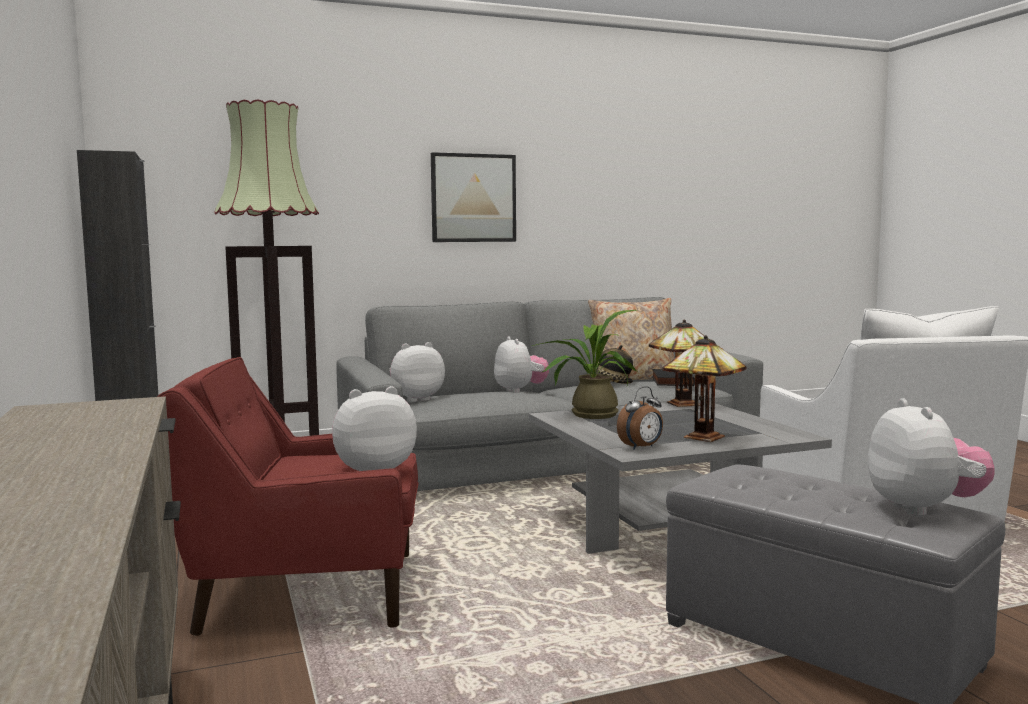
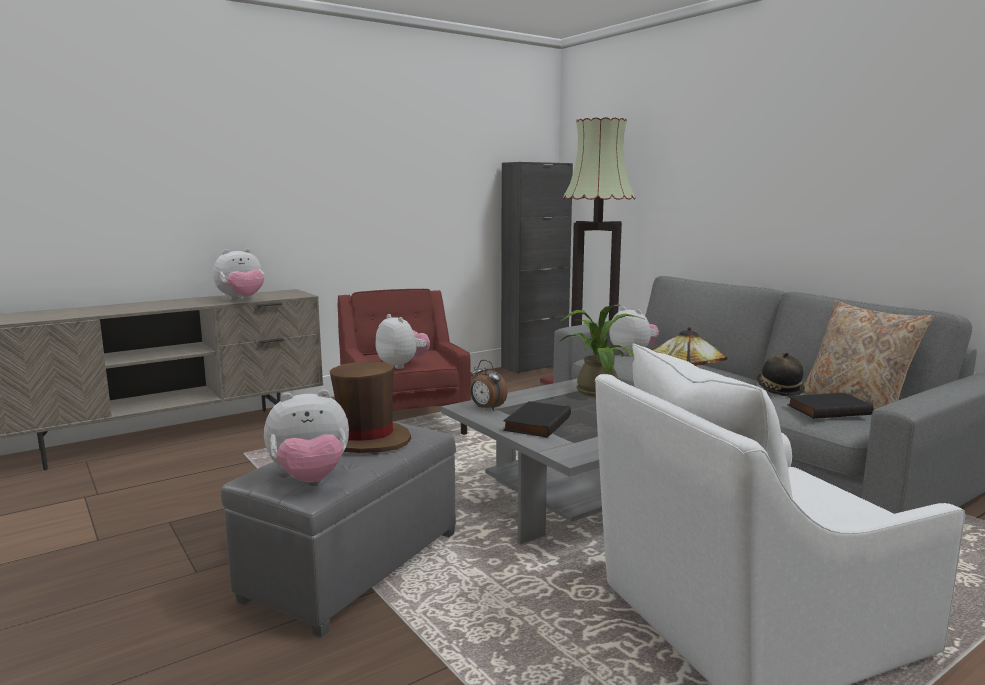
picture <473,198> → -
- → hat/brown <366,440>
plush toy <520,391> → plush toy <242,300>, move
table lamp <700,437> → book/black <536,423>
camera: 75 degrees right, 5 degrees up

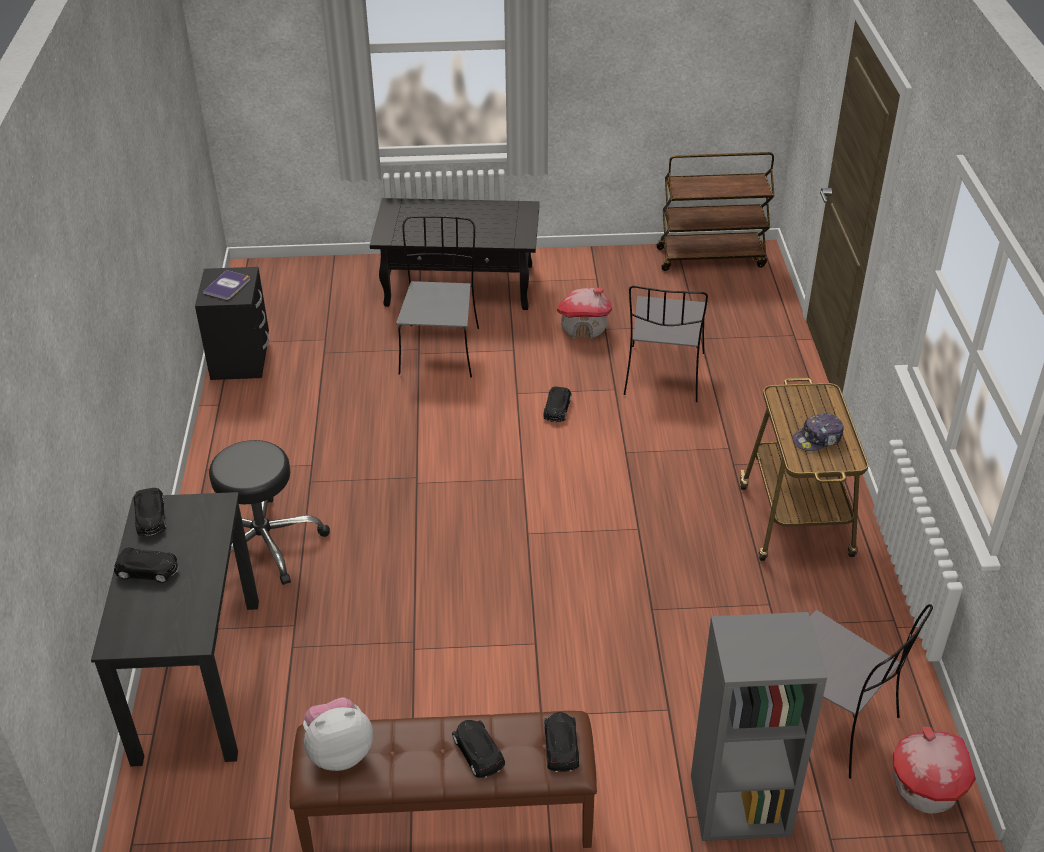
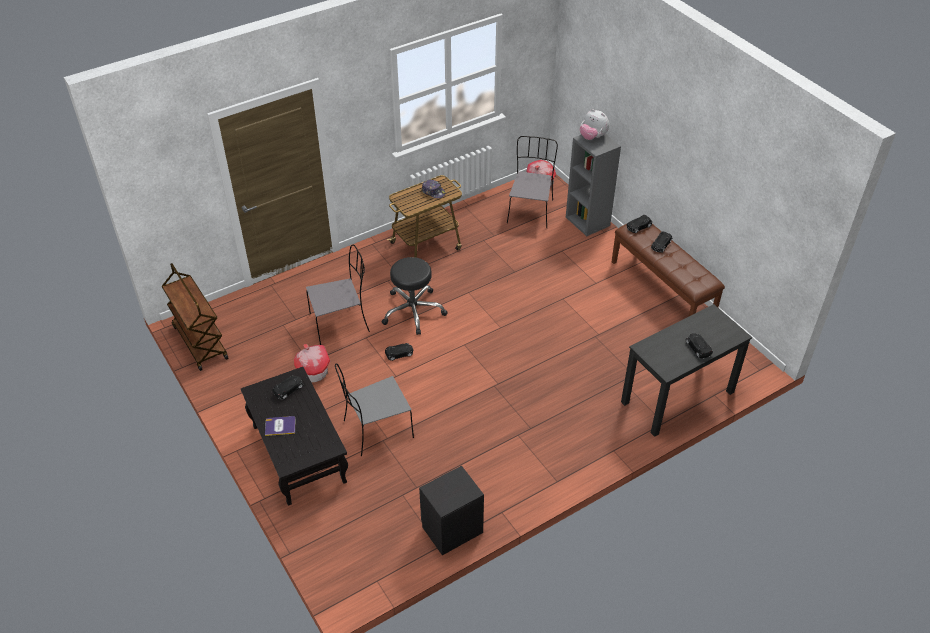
toy car/black <151,518> → toy car/black <288,389>, move
book <227,286> → book <280,426>, move
stool/black <262,543> → stool/black <413,311>, move
plush toy <339,752> → plush toy <592,137>, move
camera: 120 degrees left, 5 degrees up

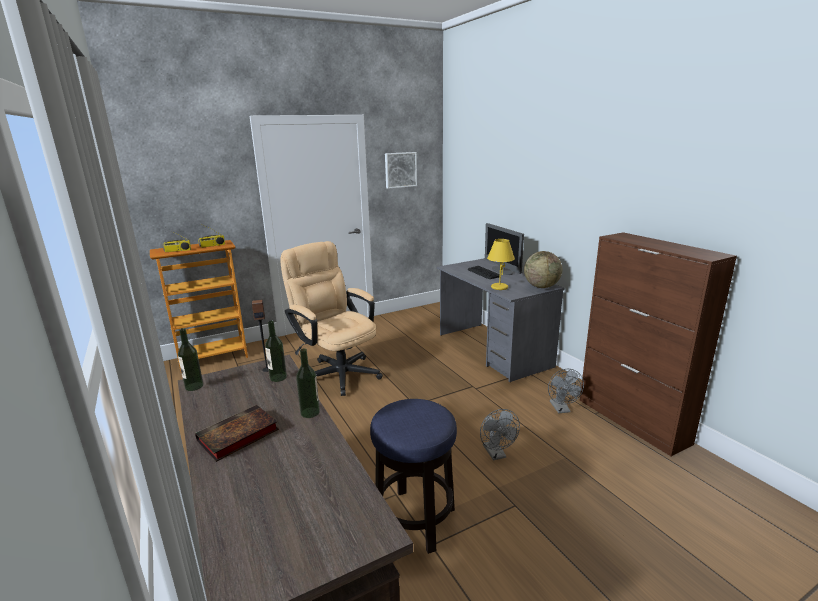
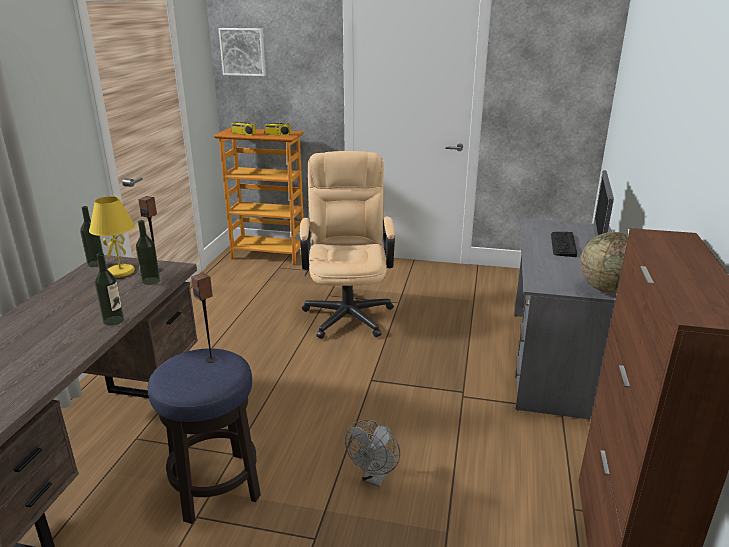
book <237,437> → -
fan/grey <561,409> → -
- → speaker <211,359>
picture <400,170> → picture <243,51>, move
table lamp/yellow <499,287> → table lamp/yellow <121,272>, move
camera: 40 degrees right, 5 degrees up

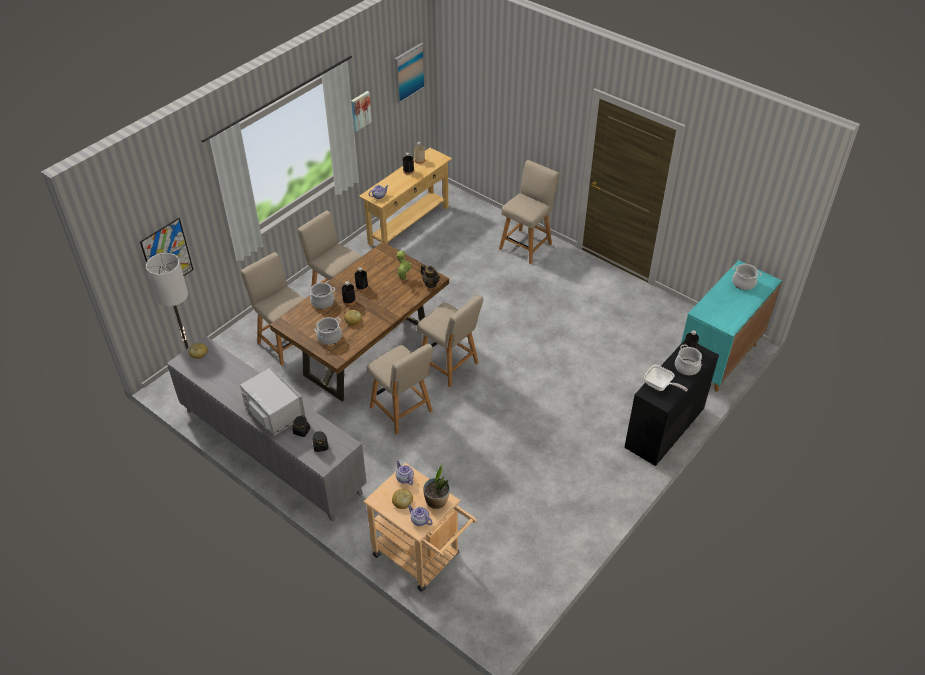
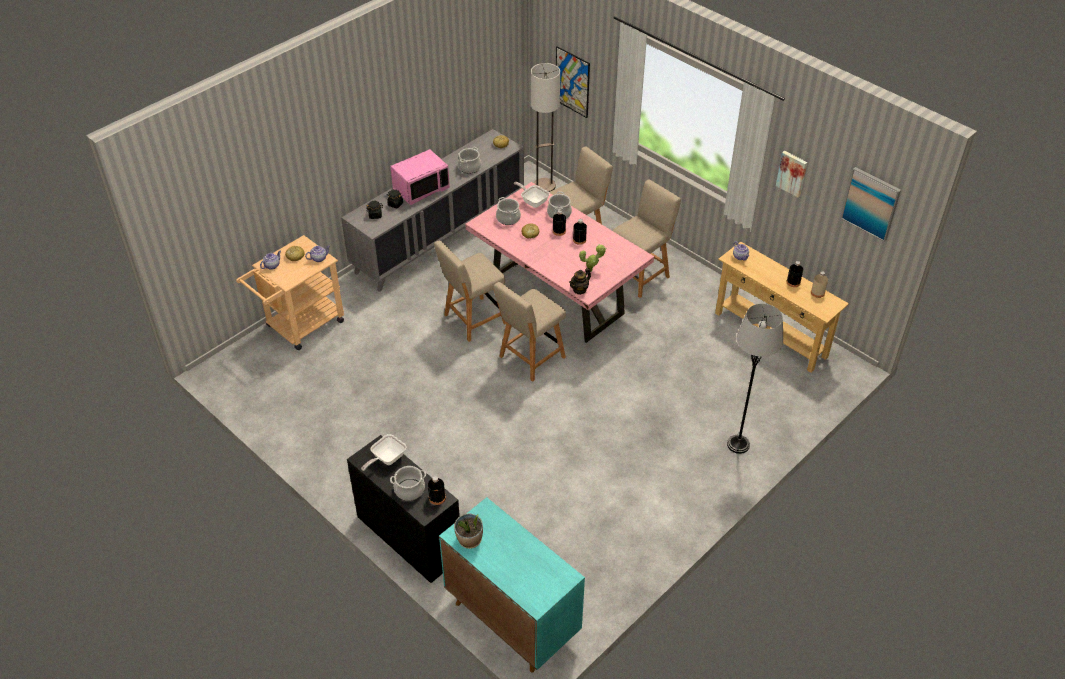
- → frying pan <533,201>
potted plant <437,501> → potted plant <469,540>, move
cooking pot <743,283> → cooking pot <469,167>, move
chair/beige <527,245> → floor lamp/grey <738,444>
microwave/grey <274,412> → microwave/pink <421,188>
dining table/brown <367,351> → dining table/pink <558,296>
camera: 95 degrees right, 0 degrees up

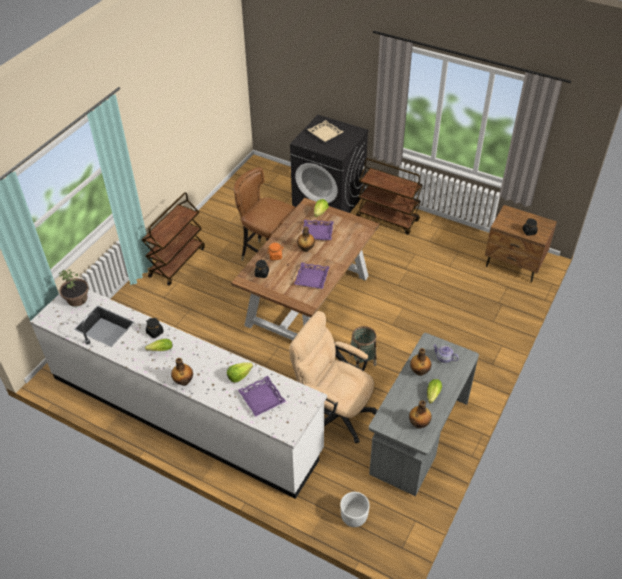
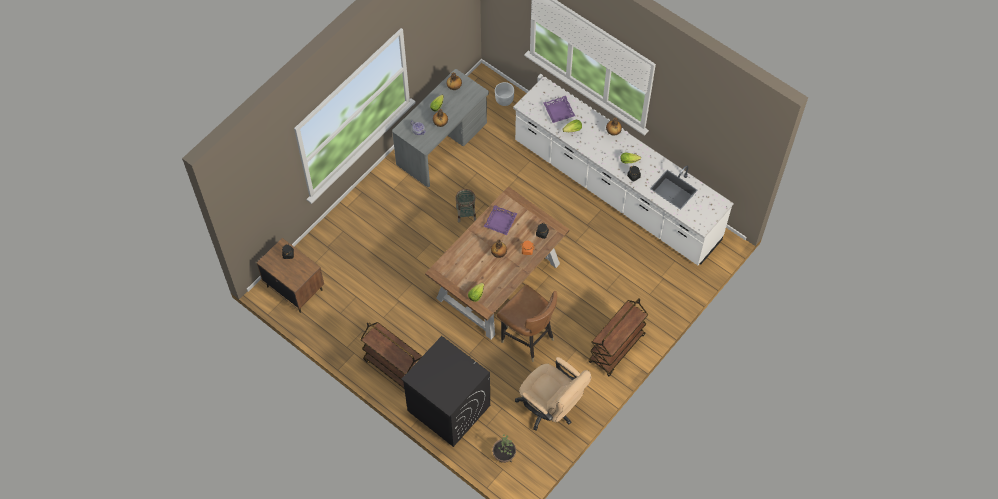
tray/purple <317,232> → -
tray/beige <325,133> → -
potted plant <77,299> → potted plant <503,454>, move
office chair/beige <333,411> → office chair/beige <551,408>, move
camera: 170 degrees left, 15 degrees up

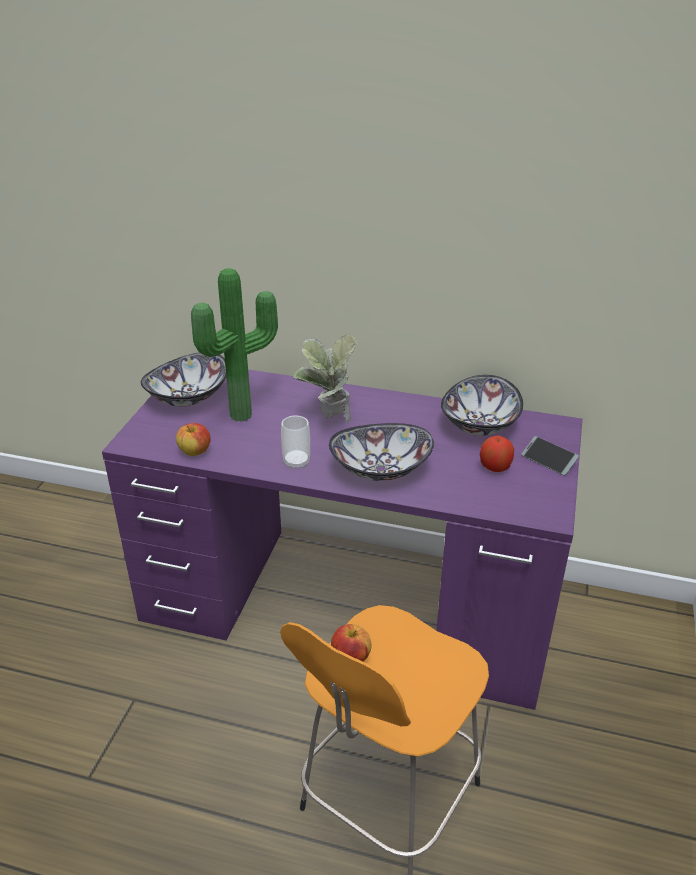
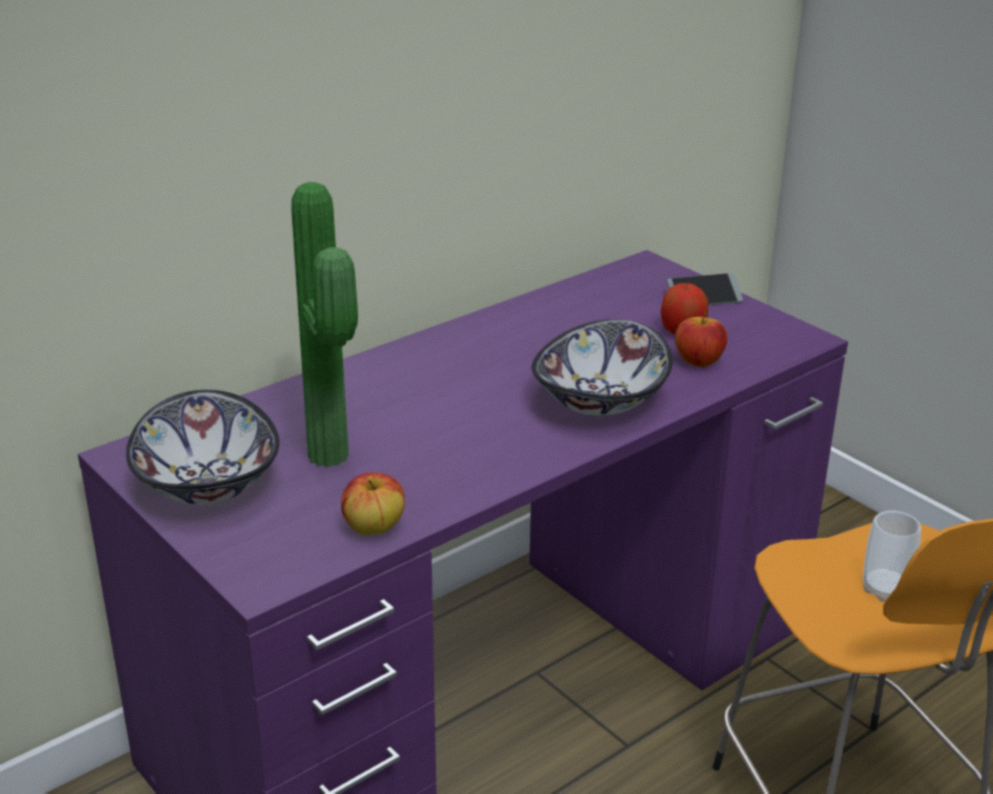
potted plant <328,420> → -
bowl <478,424> → -
cup <296,462> → cup <884,590>, move
apple <351,657> → apple <698,362>, move
camera: 55 degrees left, 5 degrees down

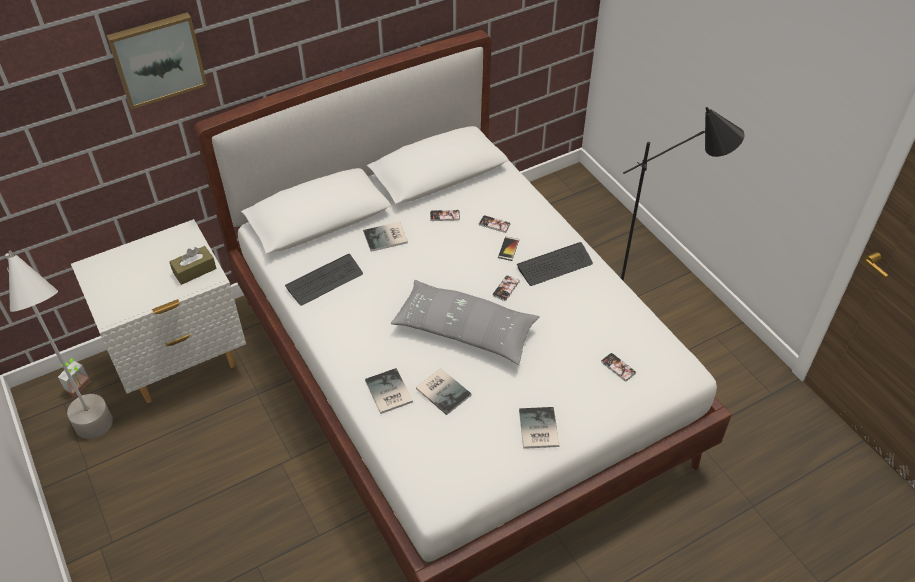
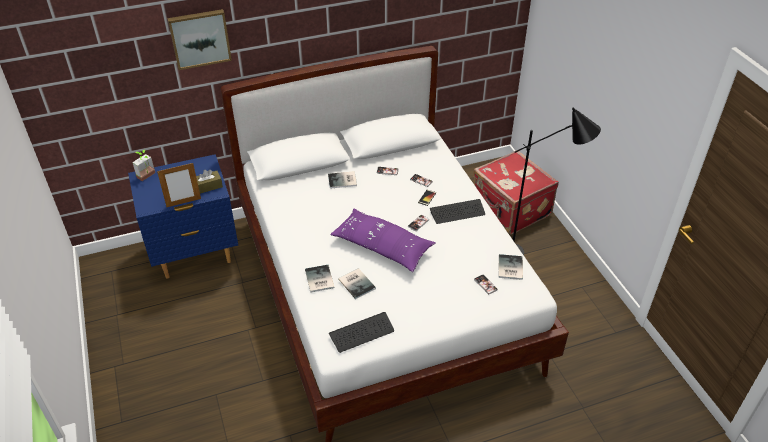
floor lamp/grey <106,444> → -
- → picture frame <183,202>
- → suitcase/red <510,209>
potted plant <82,388> → potted plant <148,176>, move
keyboard <324,281> → keyboard <362,333>, move
book <537,429> → book <509,268>, move
nightstand/white <181,362> → nightstand/blue <195,255>
pillow/grey <464,330> → pillow/purple <382,247>
camera: 10 degrees right, 5 degrees down

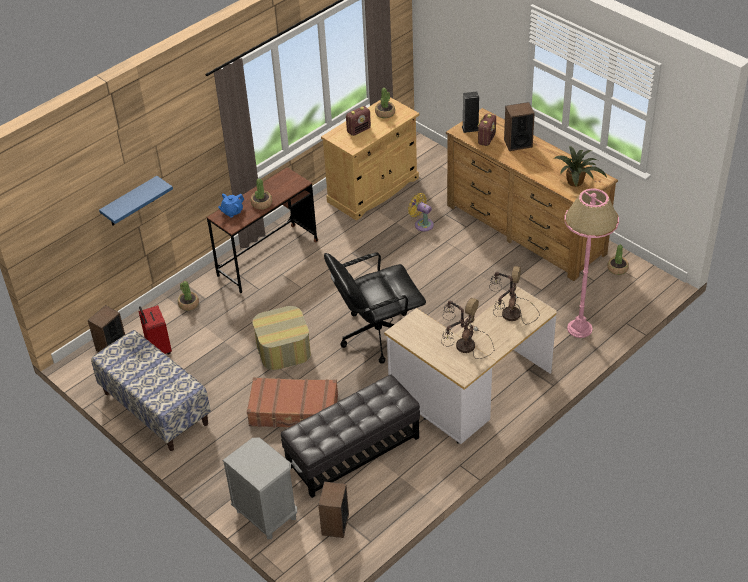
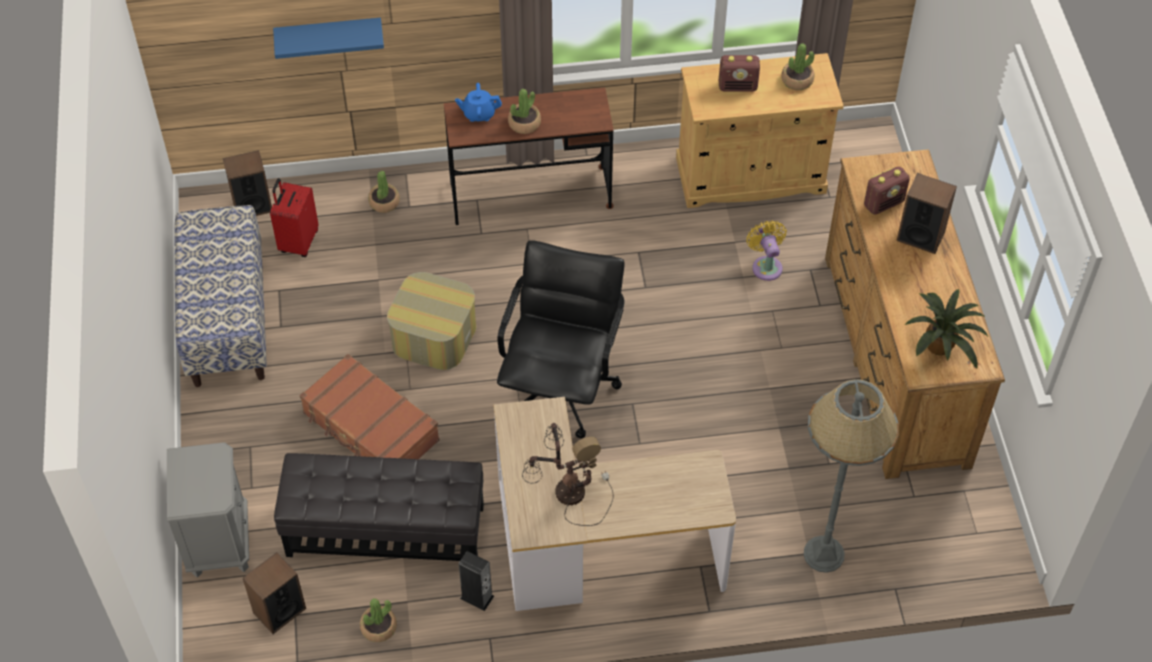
table lamp <510,315> → -
speaker <470,128> → speaker <477,597>, move
potted plant <617,269> → potted plant <379,627>, move
floor lamp/pink <580,328> → floor lamp/grey <824,554>
office chair/black <377,334> → office chair/black <561,389>, 90 degrees clockwise
camera: 35 degrees right, 10 degrees up

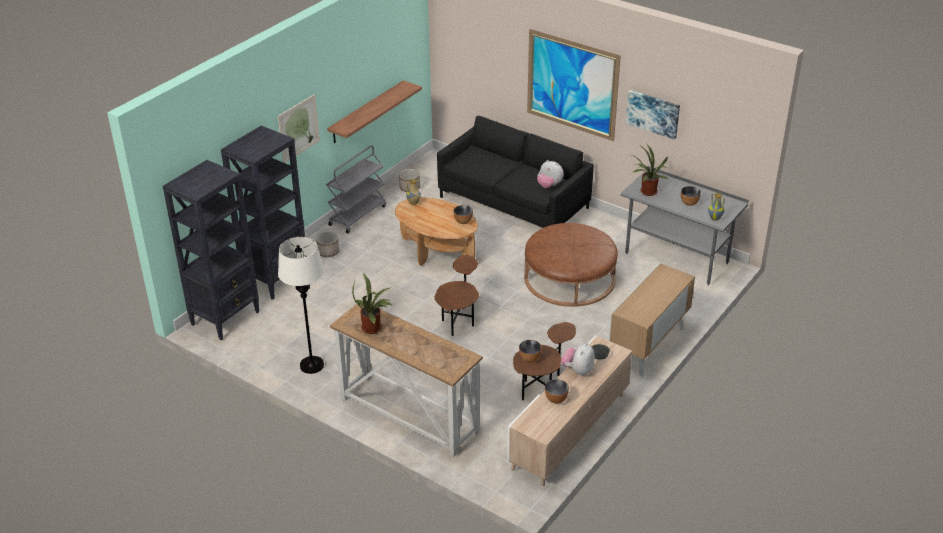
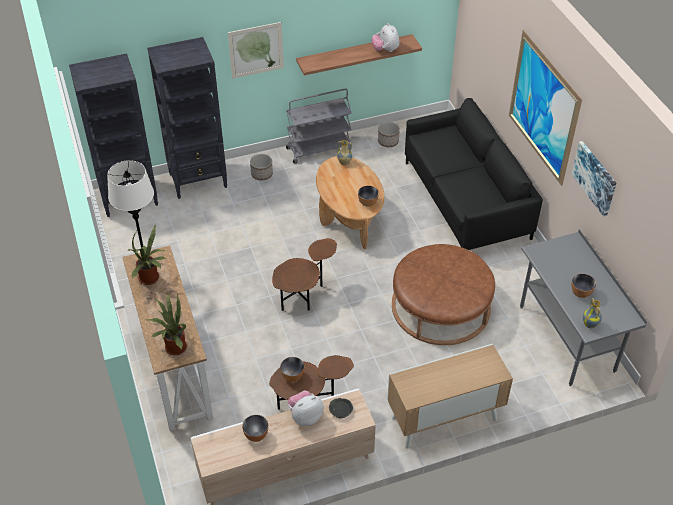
plush toy <549,185> → plush toy <385,50>, move
potted plant <647,192> → potted plant <173,347>, move
camera: 35 degrees right, 10 degrees up

